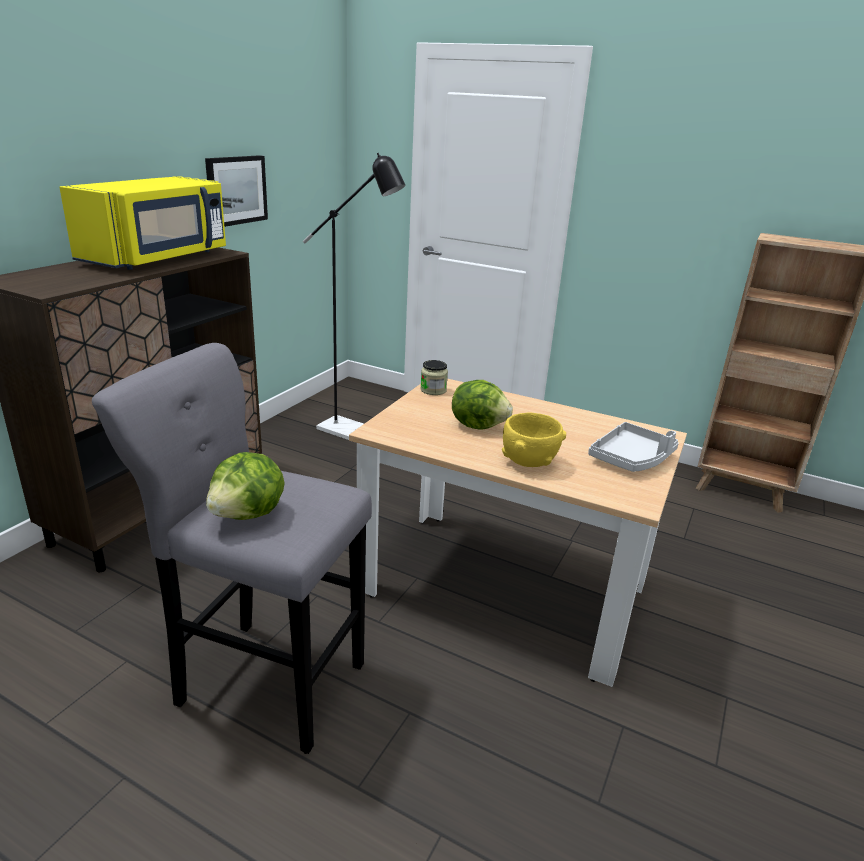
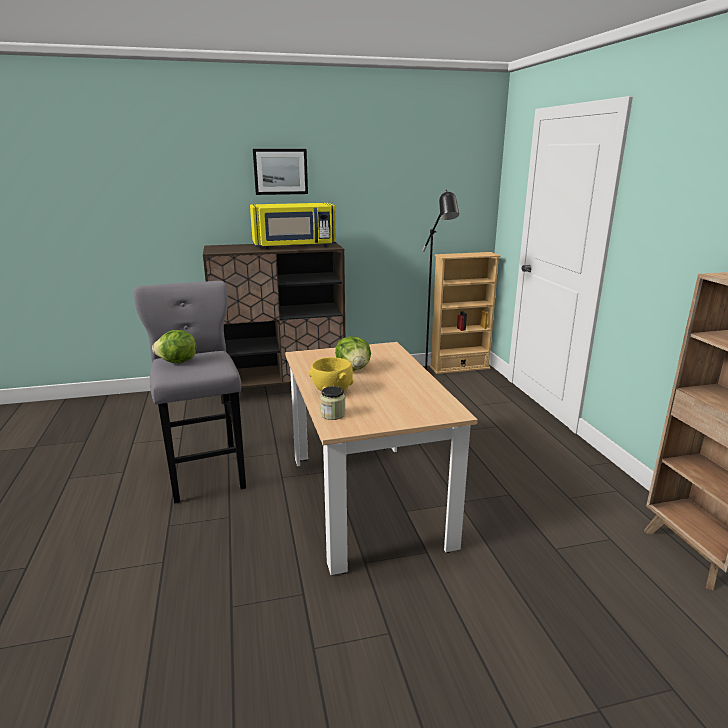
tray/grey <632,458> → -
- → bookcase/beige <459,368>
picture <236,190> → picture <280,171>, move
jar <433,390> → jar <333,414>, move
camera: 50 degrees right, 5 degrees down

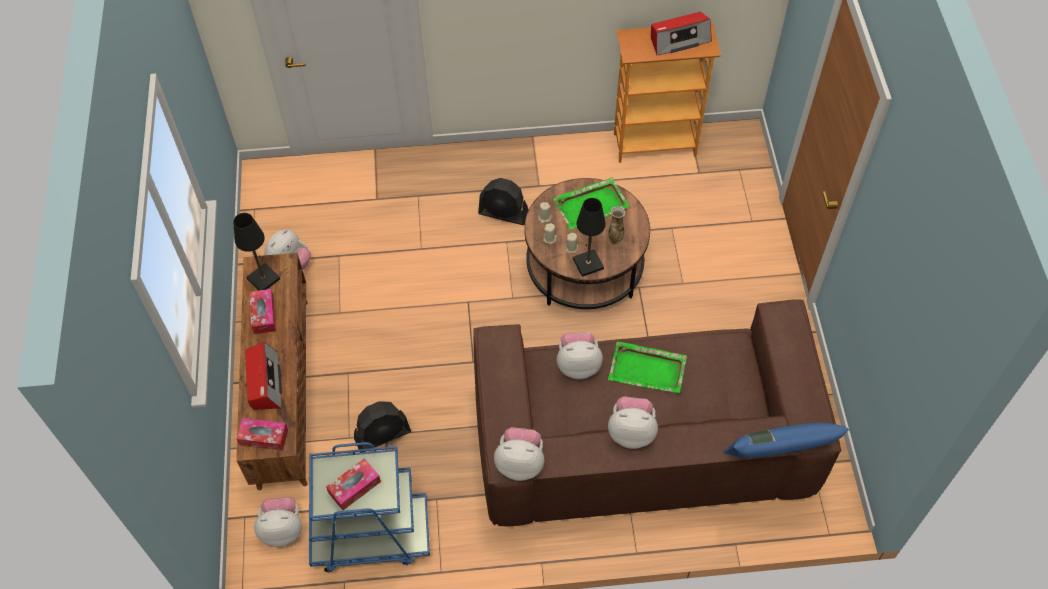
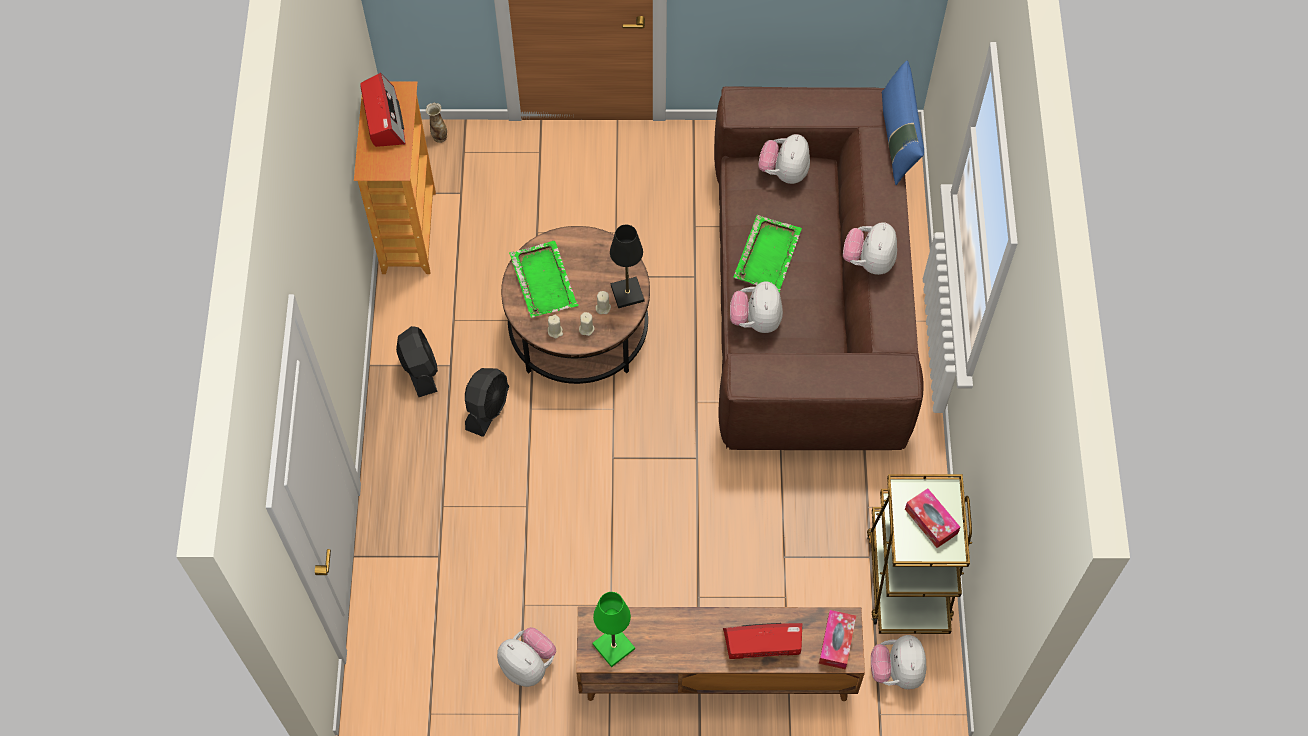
tissue box <264,315> → -
fan/black <383,435> → fan/black <419,369>, move
plush toy <520,463> → plush toy <784,172>, move
vase <615,239> → vase <439,137>, move
table lamp/black <263,279> → table lamp/green <613,646>
cart/blue <370,535> → cart/brown <908,577>
camera: 85 degrees left, 5 degrees up

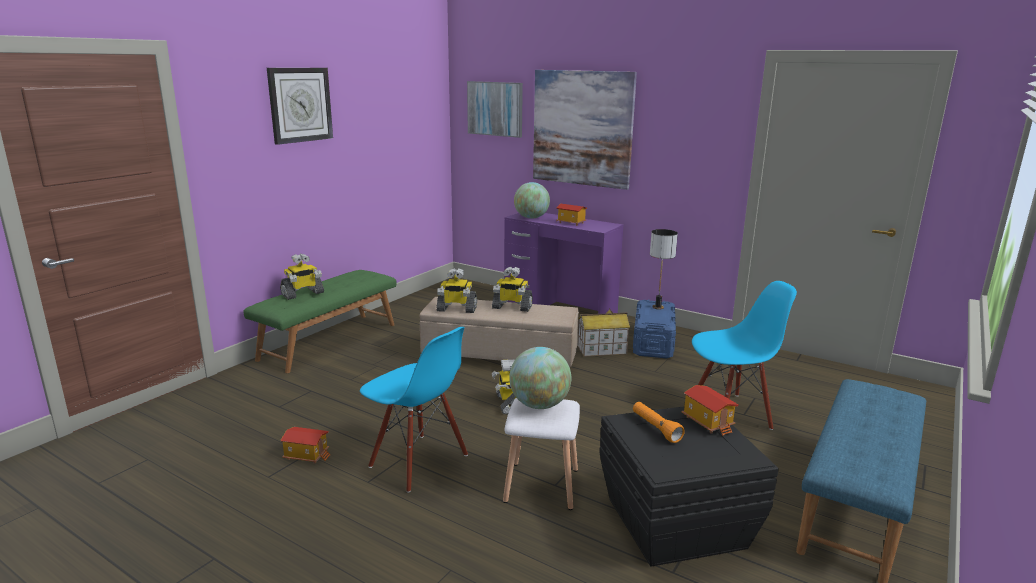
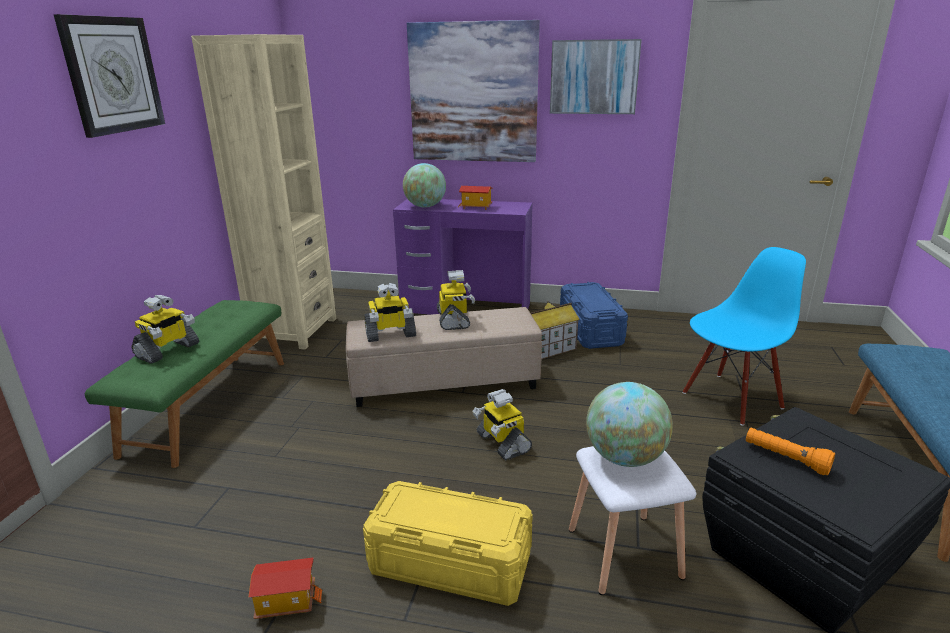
table lamp <657,307> → -
toy house <708,422> → -
- → bookcase/beige <293,331>
picture <495,108> → picture <594,77>, move
chair/blue <418,462> → storage box/yellow <450,563>
toy robot <511,307> → toy robot <454,320>, 90 degrees counterclockwise
camera: 20 degrees left, 5 degrees up

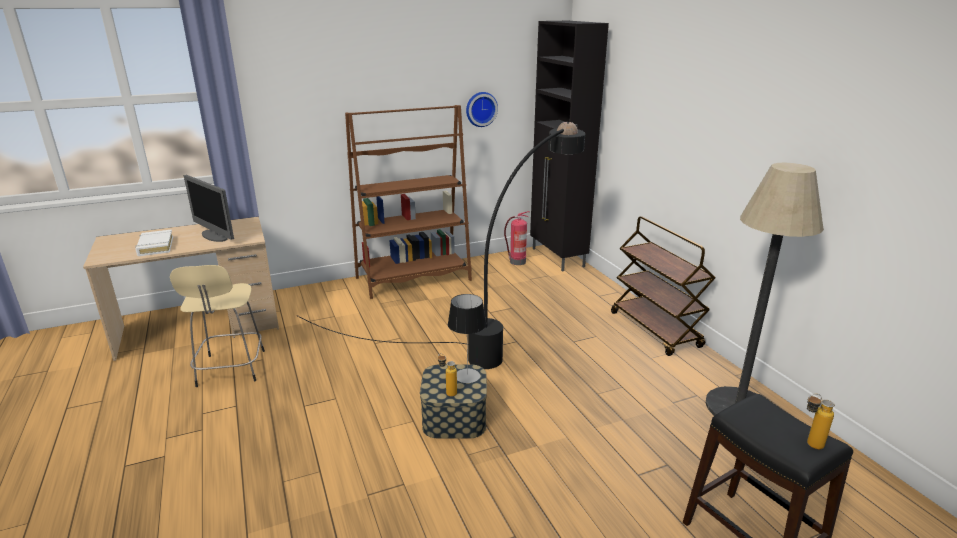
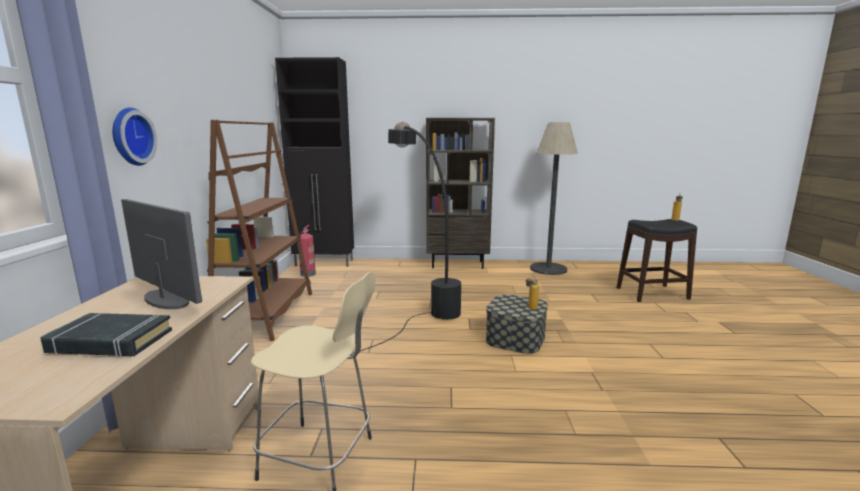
table lamp <467,376> → -
wall clock <480,109> → wall clock <130,137>, move
cart/brown <655,330> → bookcase/brown <457,264>
book/white <155,246> → book/black <110,342>
monitor <214,236> → monitor <166,300>, 120 degrees counterclockwise
camera: 65 degrees left, 10 degrees down

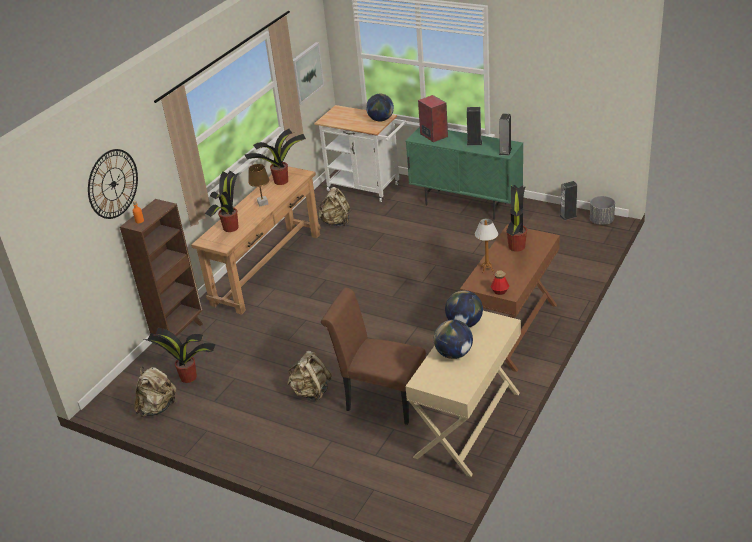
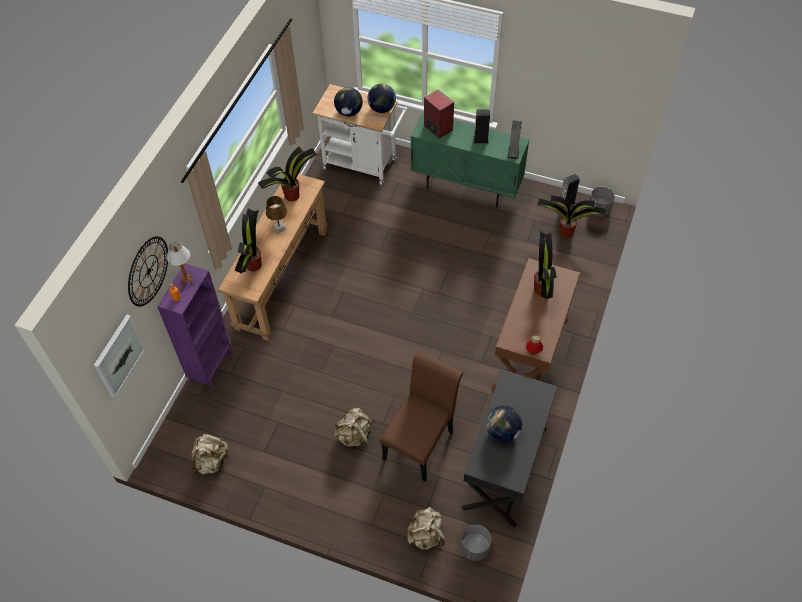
- → planter/grey <474,548>
potted plant <187,377> → potted plant <565,232>, move
picture <306,73> → picture <118,355>, move
backpack/beige <336,222> → backpack/beige <426,535>, move
globe <464,324> → globe <349,112>, move
table lamp <487,269> → table lamp <187,281>, move
bookcase/brown <180,333> → bookcase/purple <212,367>
desk/beige <468,424> → desk/black <505,468>
chair/brown <380,399> → chair/brown <421,441>, 105 degrees clockwise
camera: 10 degrees left, 20 degrees up

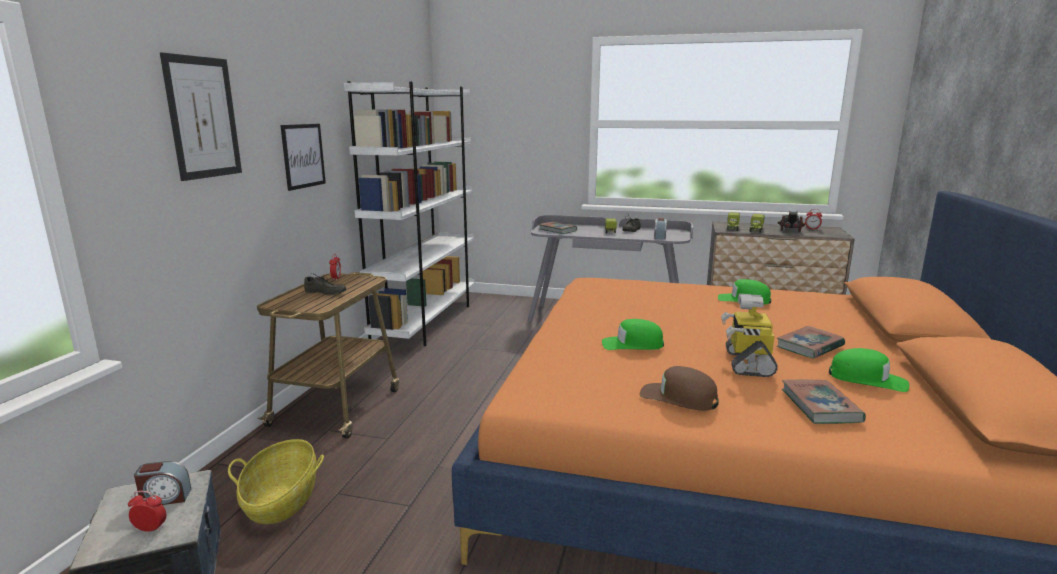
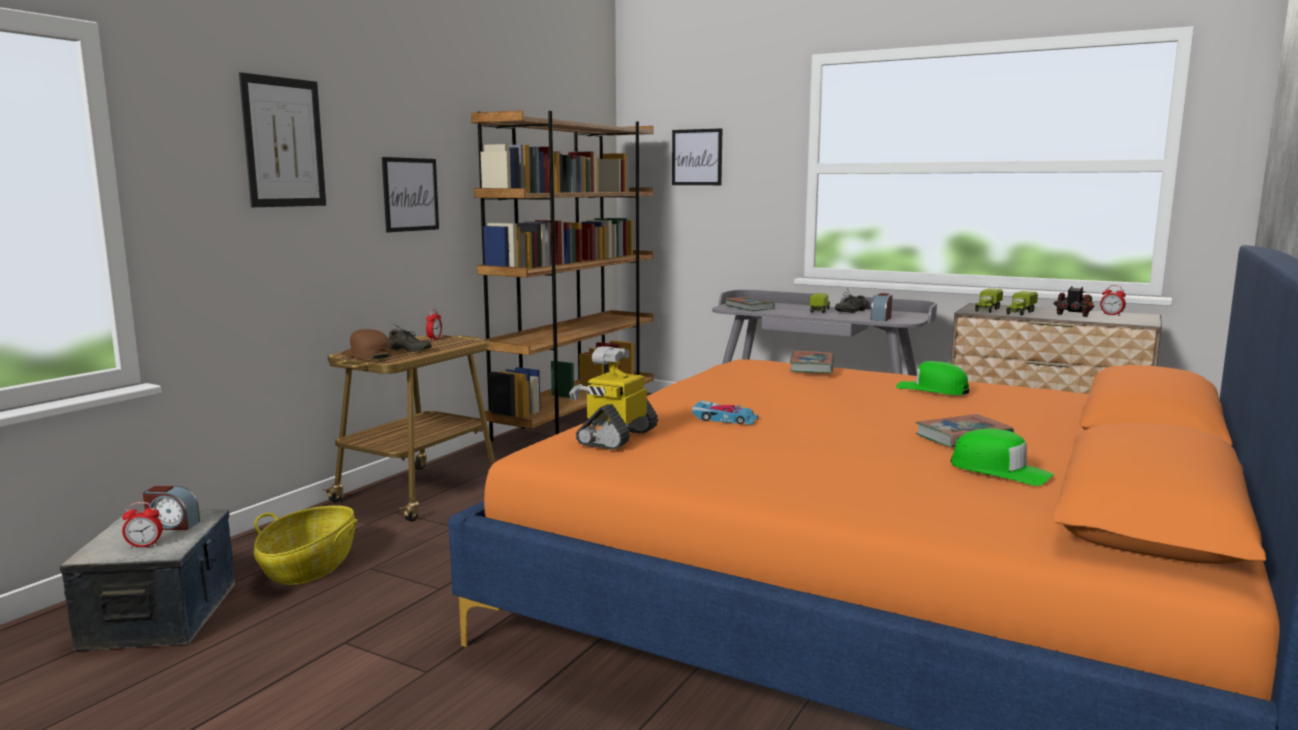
- → picture <697,157>
cap/brown <678,398> → cap/brown <367,355>, move
toy robot <747,363> → toy robot <616,437>, move
book <820,406> → book <812,366>, move
cap/green <632,344> → toy car <725,419>
bookcase/white <427,322> → bookcase/brown <576,420>
alarm clock <150,529> → alarm clock <144,546>, 150 degrees clockwise
camera: 15 degrees right, 5 degrees down

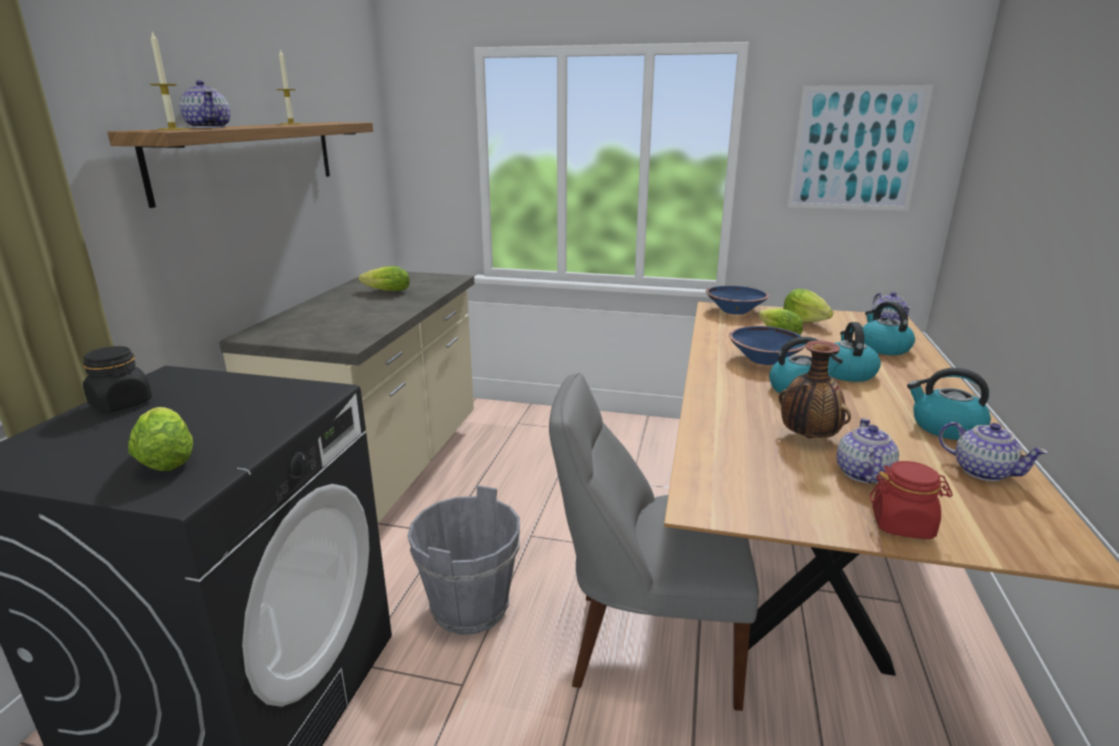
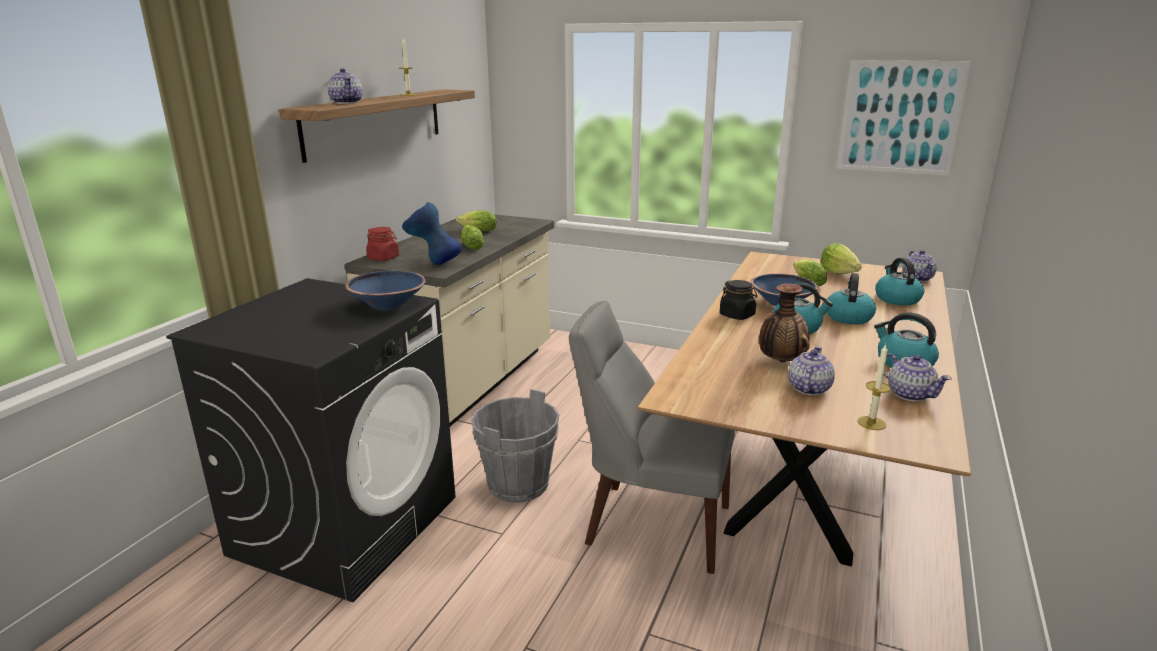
- → vase/blue <434,263>
jar/black <121,403> → jar/black <737,315>, move
lettuce <168,455> → lettuce <471,246>, move
candle <172,129> → candle <871,423>, move
bowl/blue <734,311> → bowl/blue <387,304>, move
jar/red <902,525> → jar/red <383,258>, move
camera: 10 degrees right, 0 degrees up

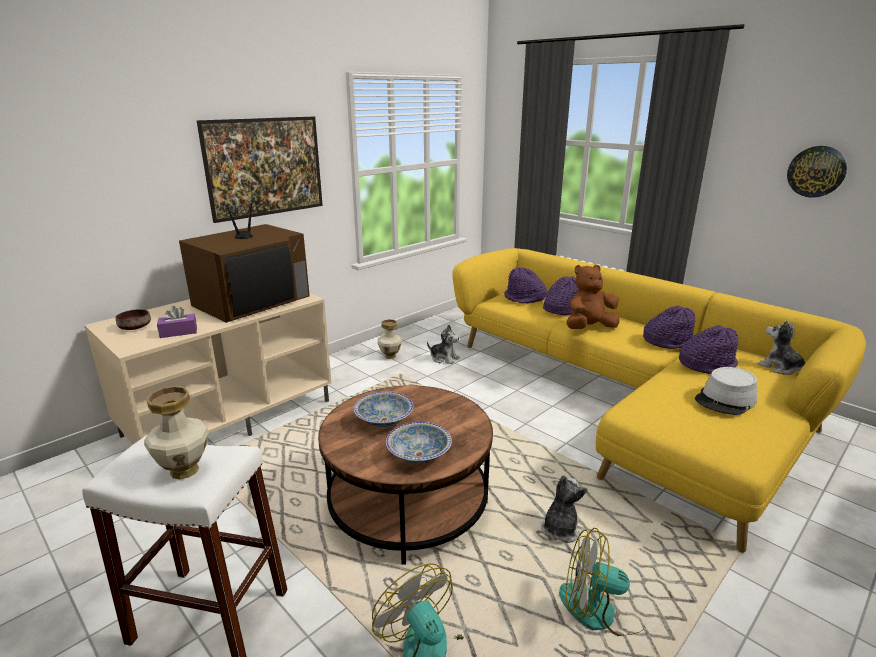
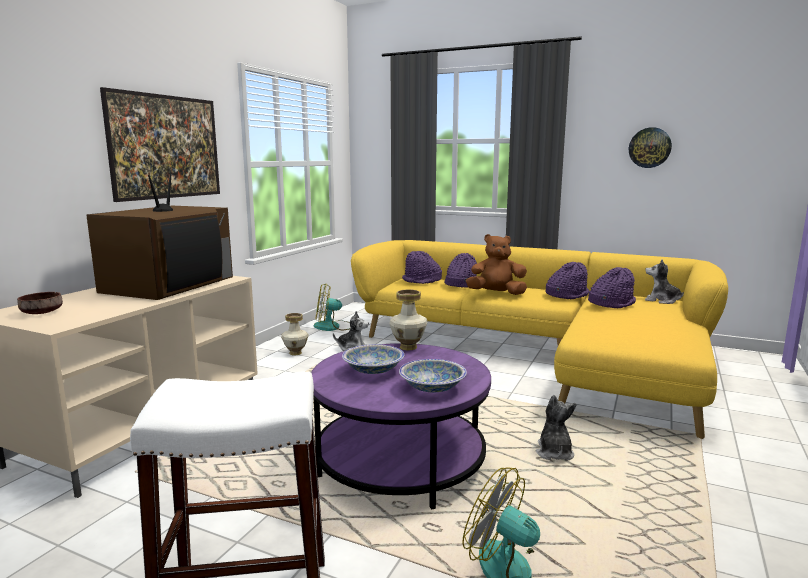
tissue box/purple <178,332> → -
hat/grey <725,400> → -
vase <185,470> → vase <408,347>, move
fan <600,610> → fan <333,327>, move
coffee table/brown <408,503> → coffee table/purple <400,461>
plush toy/brown <589,328> → plush toy/brown <496,294>, 45 degrees clockwise
camera: 20 degrees left, 10 degrees down

